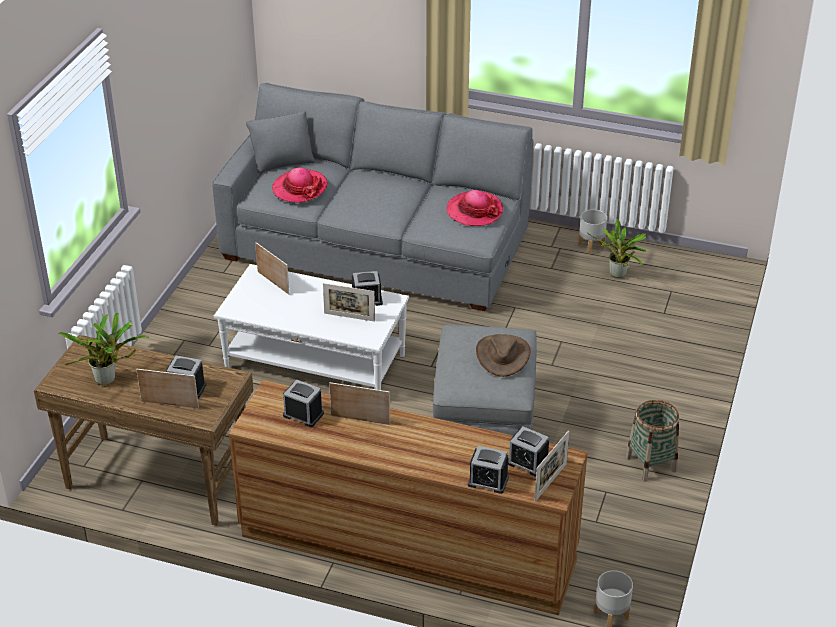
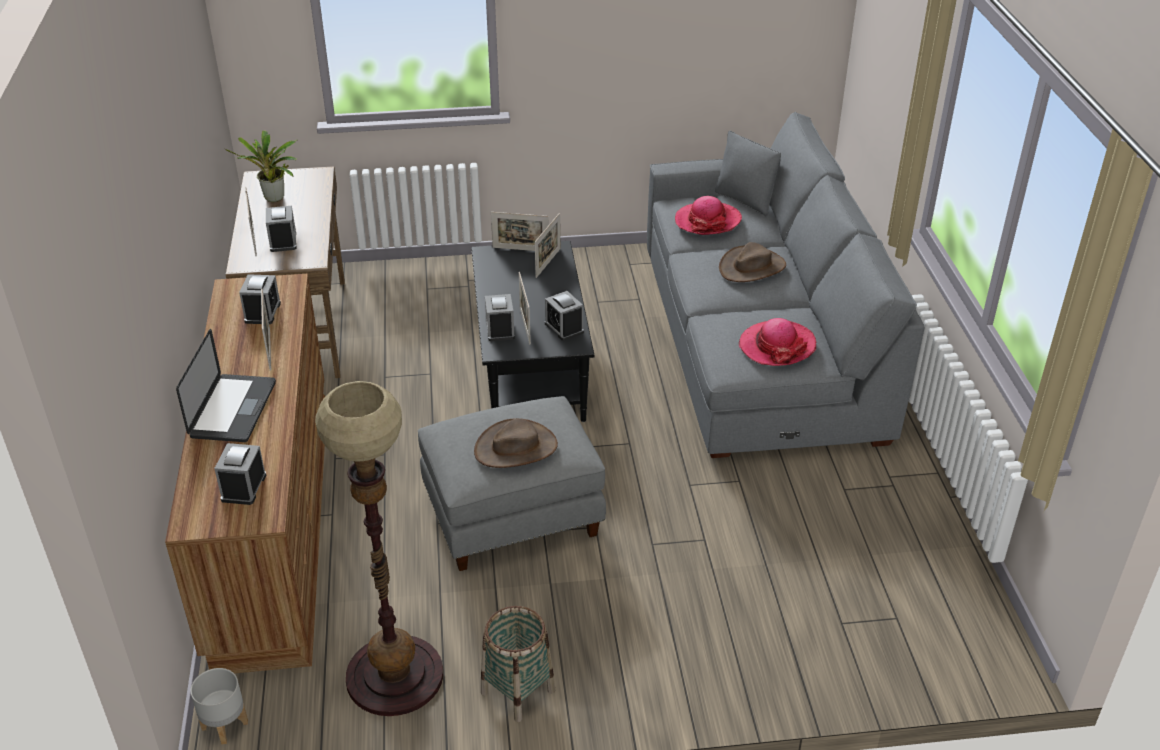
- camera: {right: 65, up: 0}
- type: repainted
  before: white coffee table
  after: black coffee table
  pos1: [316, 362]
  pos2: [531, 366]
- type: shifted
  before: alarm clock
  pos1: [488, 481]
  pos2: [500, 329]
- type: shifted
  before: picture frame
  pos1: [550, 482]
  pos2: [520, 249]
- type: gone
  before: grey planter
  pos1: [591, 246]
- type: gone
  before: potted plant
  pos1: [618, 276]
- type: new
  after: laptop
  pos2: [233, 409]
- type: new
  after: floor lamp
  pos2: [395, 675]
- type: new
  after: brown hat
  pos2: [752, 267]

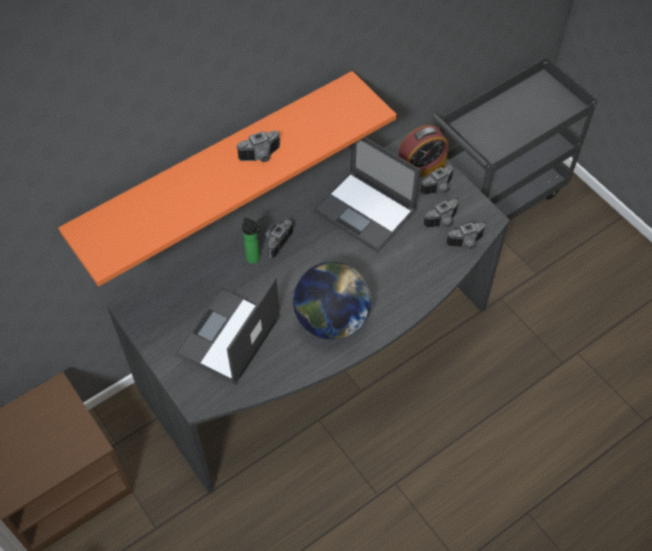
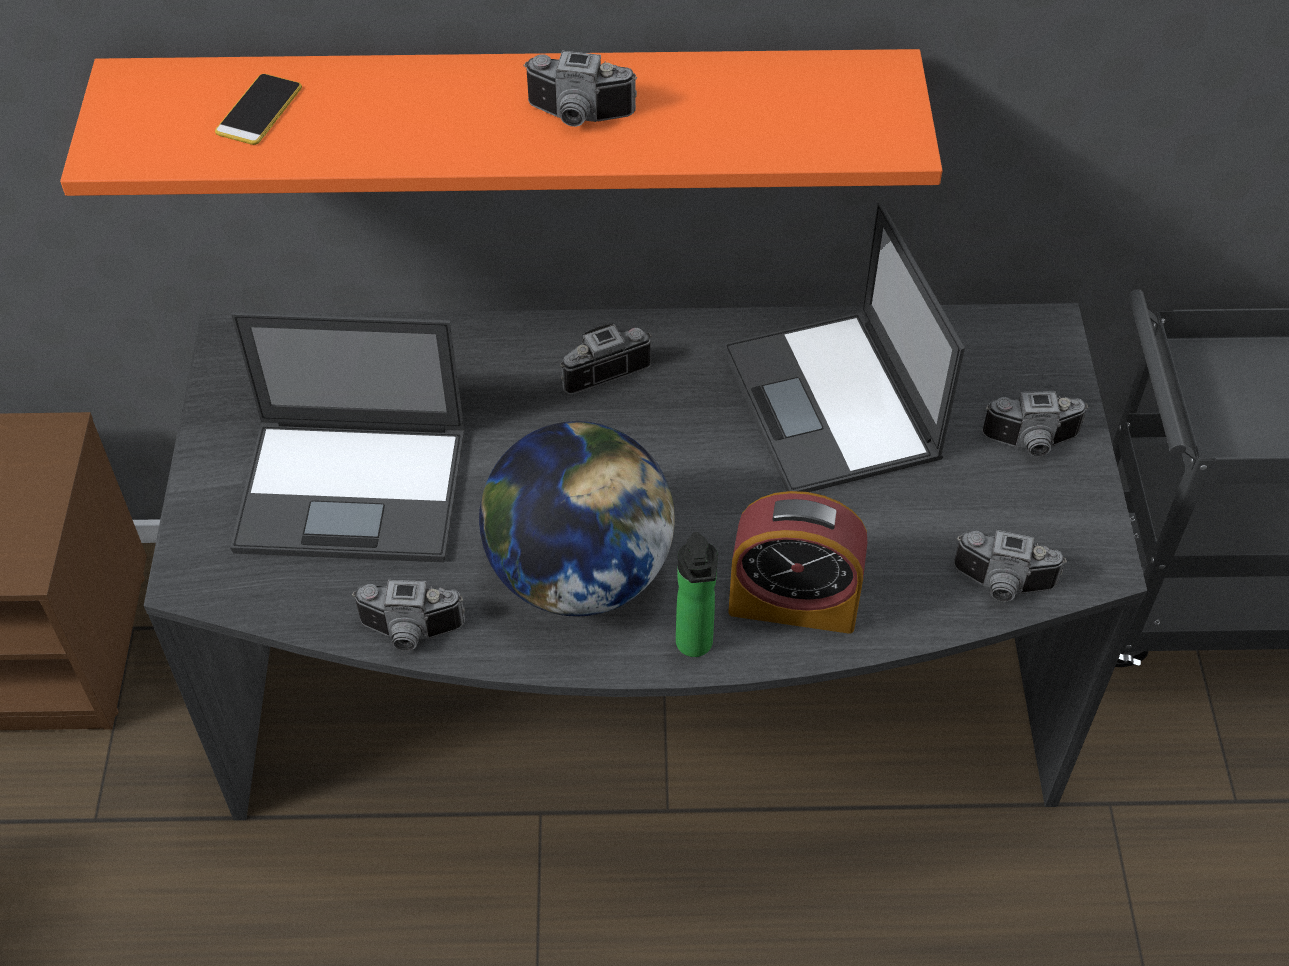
- camera: {right: 35, up: -5}
- type: rotated
  before: laptop
  pos1: [228, 337]
  pos2: [355, 489]
  turn: -150
- type: shifted
  before: bottle
  pos1: [254, 259]
  pos2: [695, 647]
- type: shifted
  before: alarm clock
  pos1: [421, 168]
  pos2: [793, 602]
- type: shifted
  before: photo camera
  pos1: [443, 222]
  pos2: [410, 634]
- type: new
  after: phone
  pos2: [259, 110]

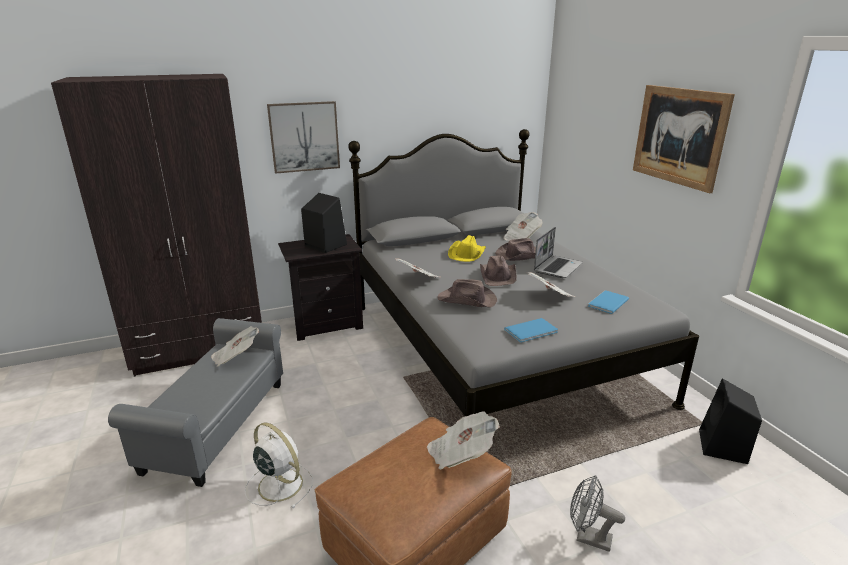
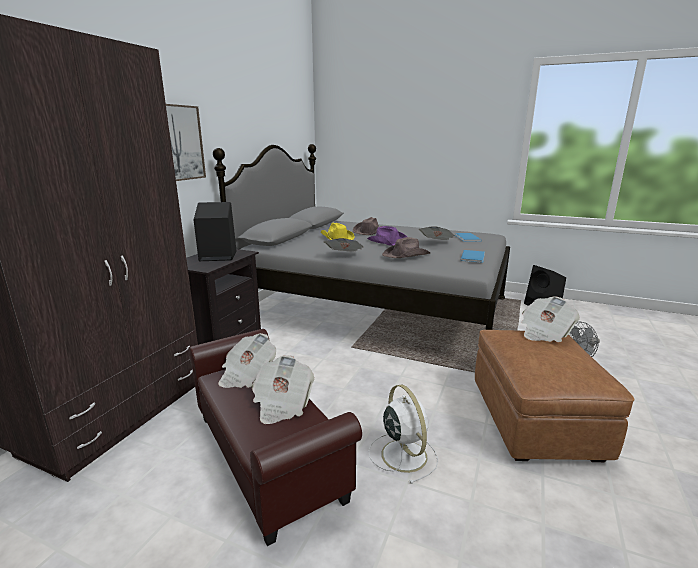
- camera: {right: -45, up: -5}
- type: repainted
  before: grey ottoman
  after: brown ottoman
  pos1: [217, 425]
  pos2: [267, 455]
- type: rotated
  before: white fan
  pos1: [279, 484]
  pos2: [403, 454]
  turn: 75
- type: repainted
  before: brown hat
  after: purple hat
  pos1: [498, 276]
  pos2: [387, 241]
- type: shifted
  before: newspaper
  pos1: [520, 237]
  pos2: [282, 404]
- type: gone
  before: laptop
  pos1: [557, 267]
- type: gone
  before: picture
  pos1: [679, 136]

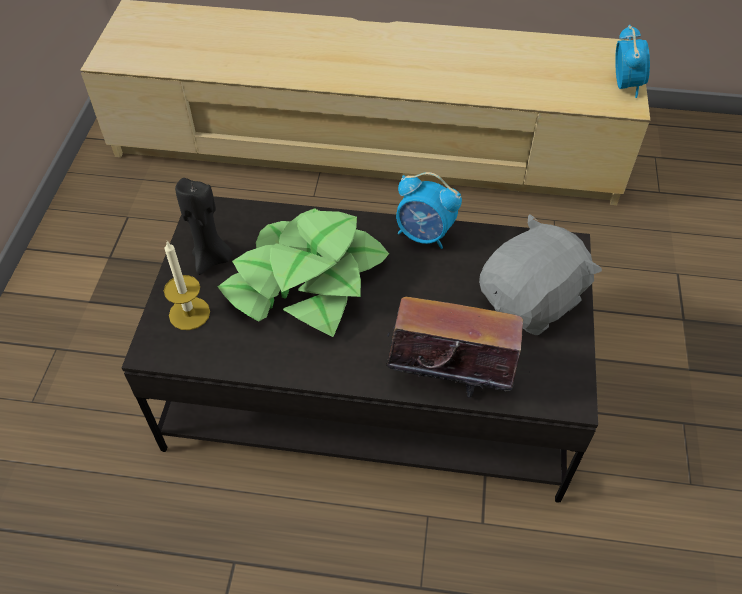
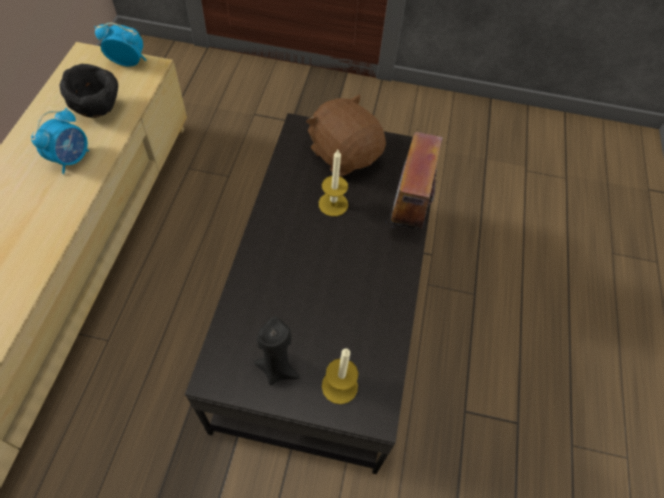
- camera: {right: -90, up: 5}
- type: gone
  before: potted plant
  pos1: [305, 282]
- type: shifted
  before: alarm clock
  pos1: [424, 235]
  pos2: [71, 159]
- type: repainted
  before: grey plush toy
  after: brown plush toy
  pos1: [532, 300]
  pos2: [344, 154]
- type: new
  after: black bowl
  pos2: [98, 109]
- type: new
  after: candle
  pos2: [333, 204]

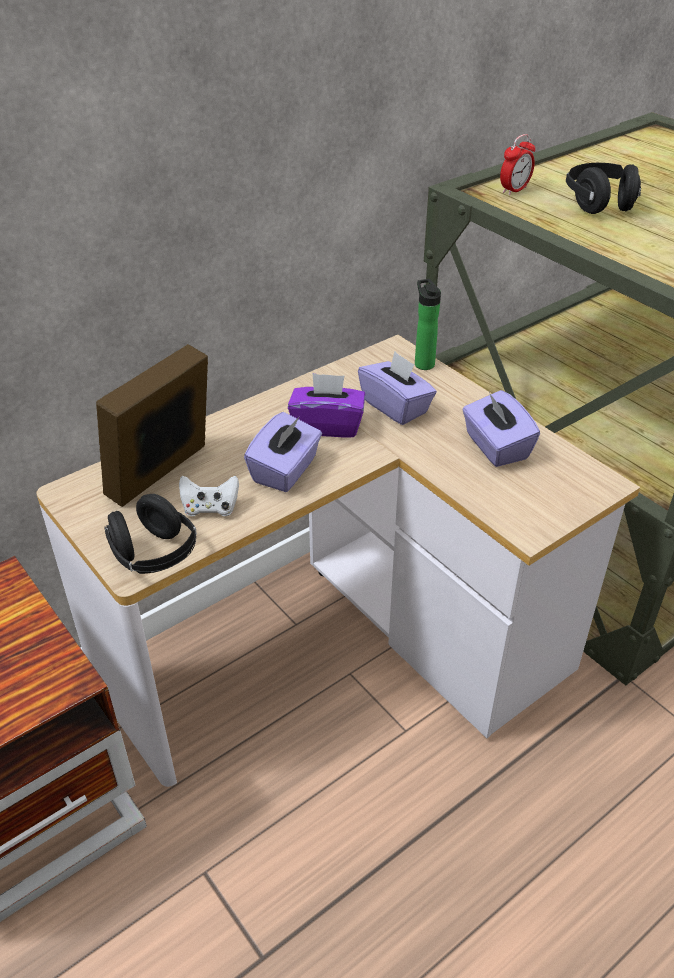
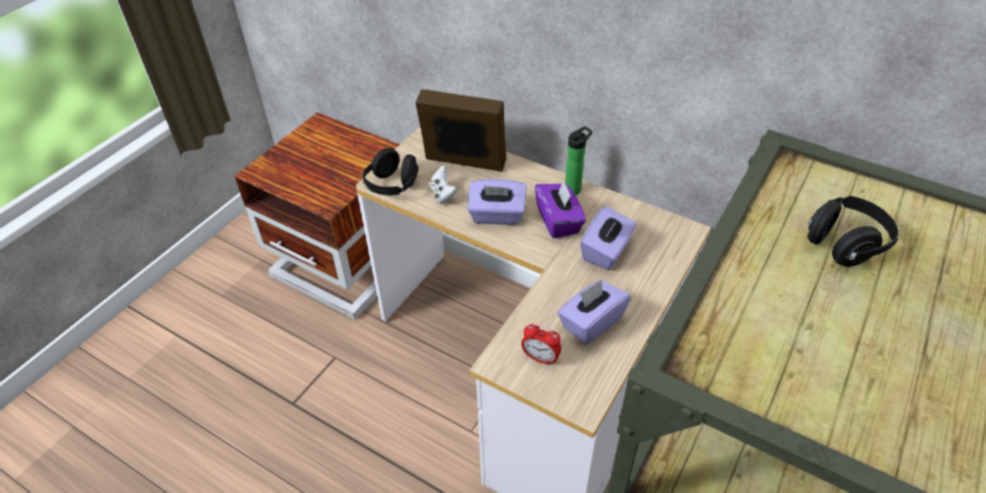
- camera: {right: 70, up: 5}
- type: shifted
  before: bottle
  pos1: [423, 363]
  pos2: [574, 189]
- type: shifted
  before: alarm clock
  pos1: [514, 190]
  pos2: [540, 358]

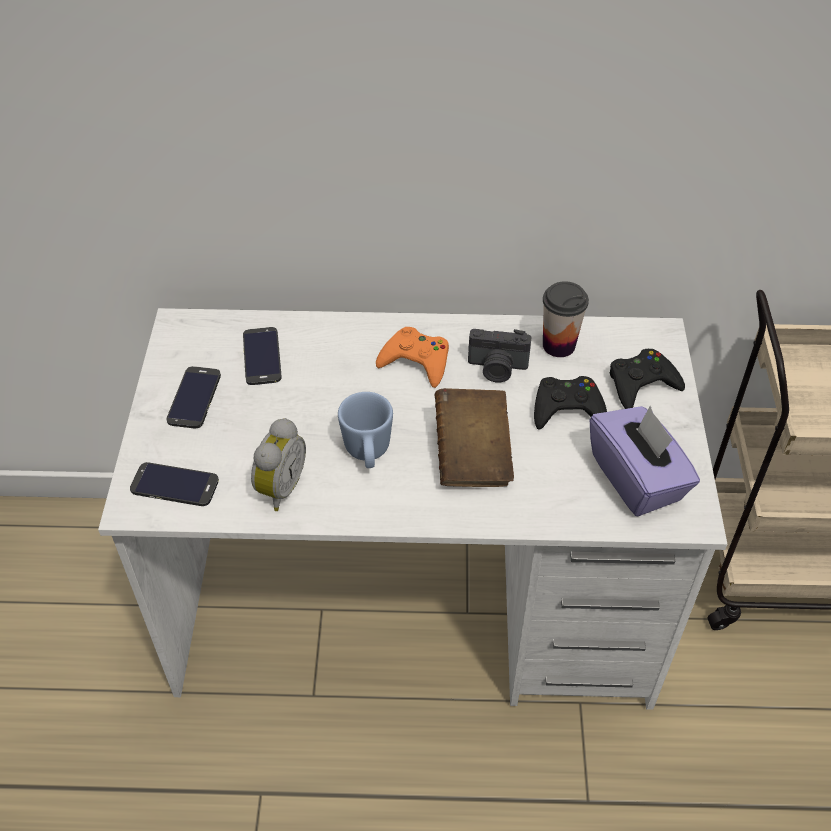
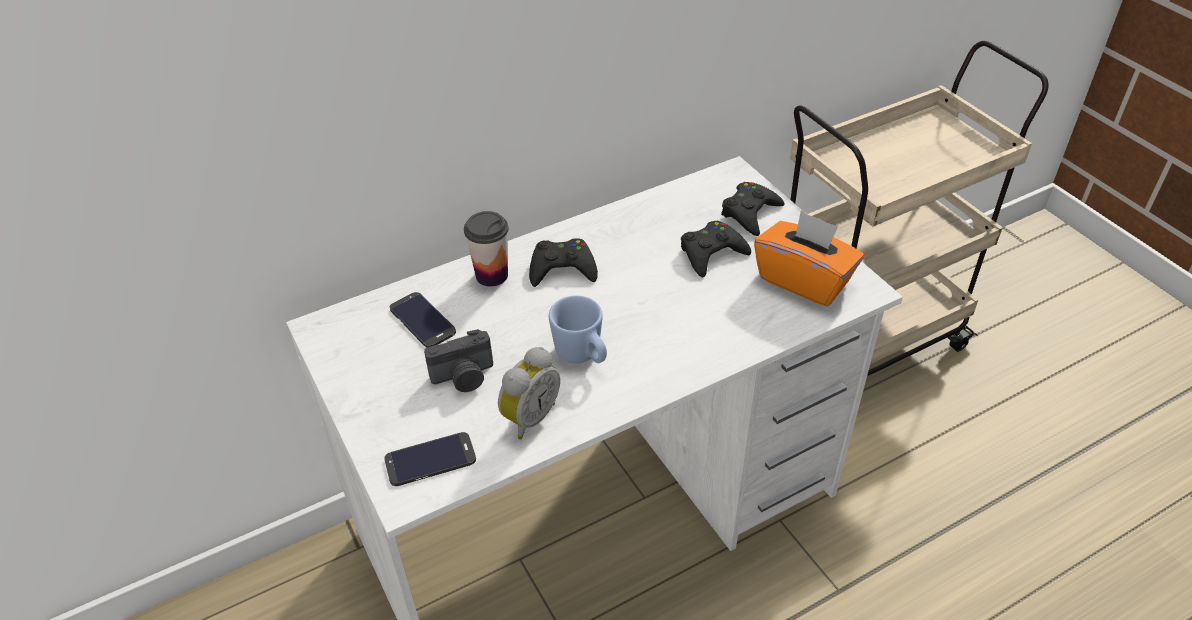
- camera: {right: -30, up: -5}
- type: gone
  before: phone
  pos1: [194, 397]
- type: rotated
  before: alarm clock
  pos1: [279, 487]
  pos2: [528, 417]
  turn: 45
- type: repainted
  before: orange game controller
  after: black game controller
  pos1: [416, 361]
  pos2: [562, 268]
- type: gone
  before: brown book
  pos1: [472, 455]
- type: shifted
  before: photo camera
  pos1: [497, 369]
  pos2: [464, 377]
- type: shifted
  before: cup
  pos1: [558, 345]
  pos2: [492, 275]
- type: repainted
  before: purple tissue box
  after: orange tissue box
  pos1: [637, 478]
  pos2: [804, 280]

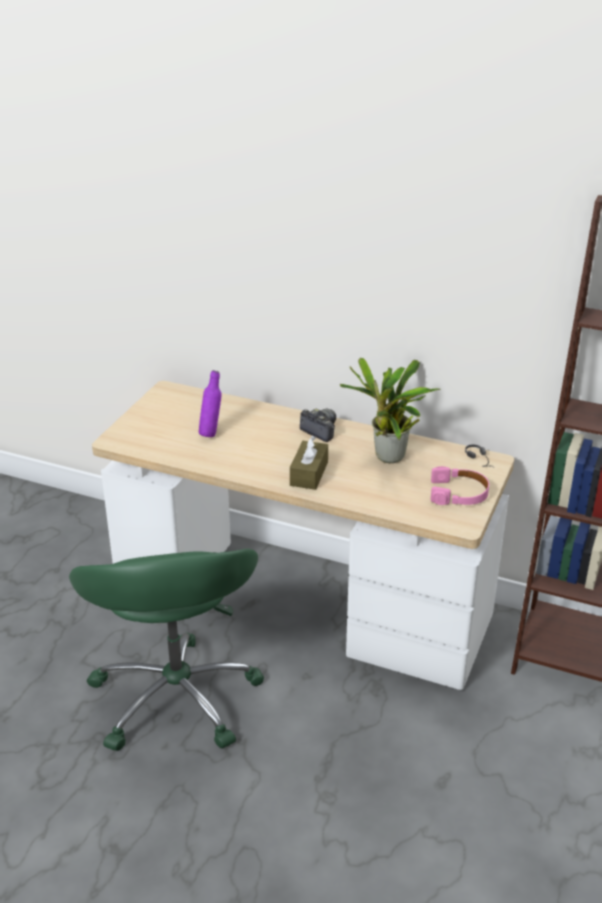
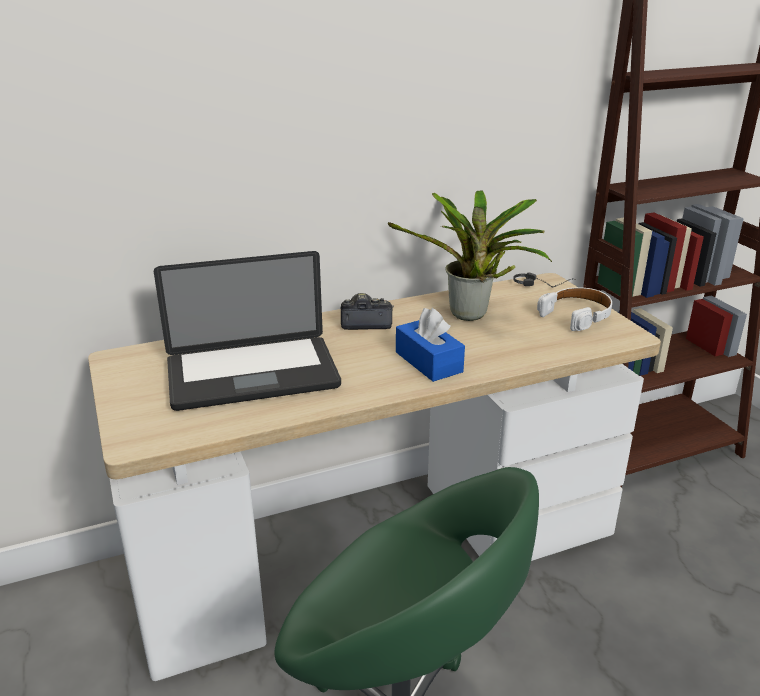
- camera: {right: -45, up: -5}
- type: swapped
  before: purple bottle
  after: laptop
  pos1: [211, 433]
  pos2: [252, 375]
- type: repainted
  before: brown tissue box
  after: blue tissue box
  pos1: [309, 473]
  pos2: [428, 362]
- type: repainted
  before: pink headphones
  after: white headphones
  pos1: [459, 494]
  pos2: [577, 315]

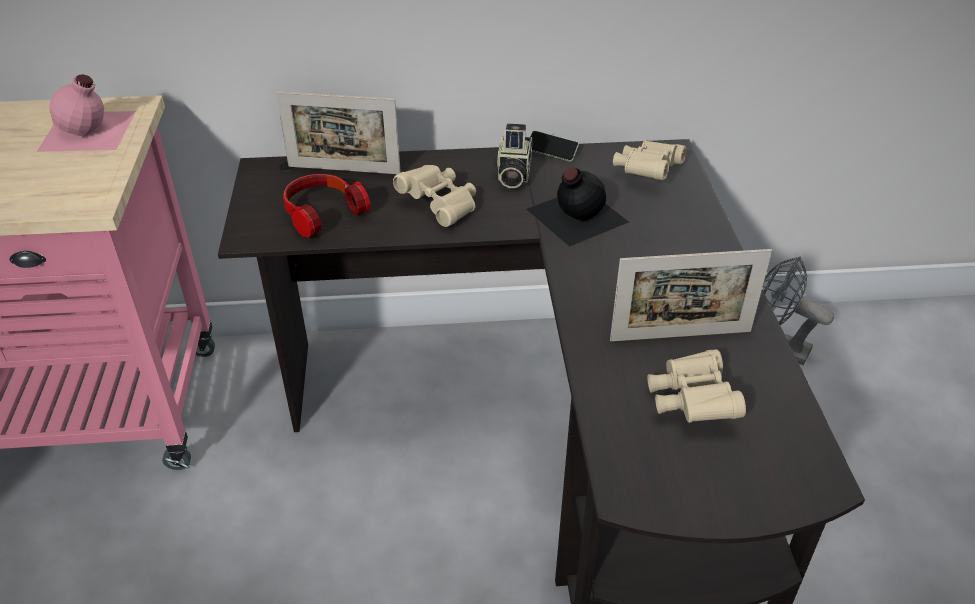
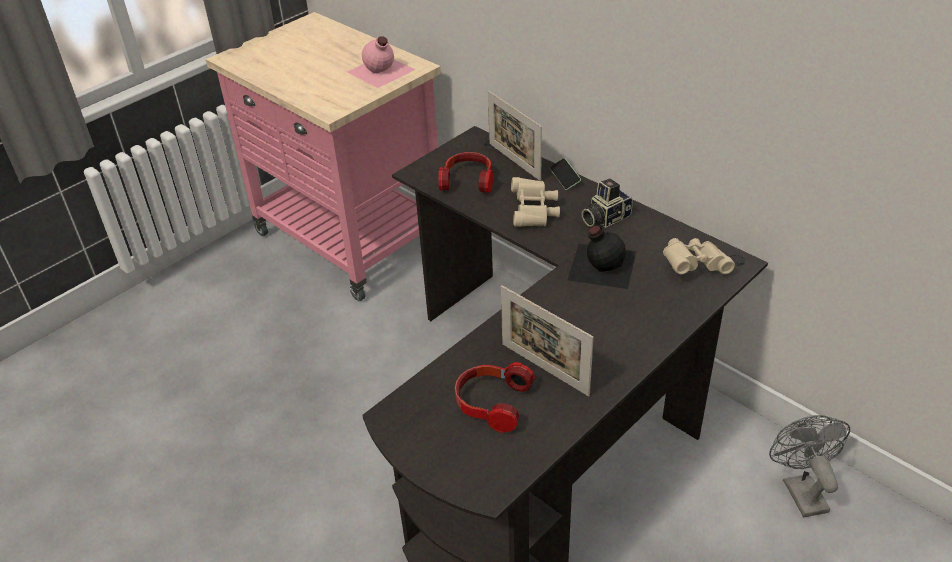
- camera: {right: 50, up: 0}
- type: shifted
  before: phone
  pos1: [551, 152]
  pos2: [565, 178]
- type: swapped
  before: beige binoculars
  after: headphones
  pos1: [691, 401]
  pos2: [491, 403]

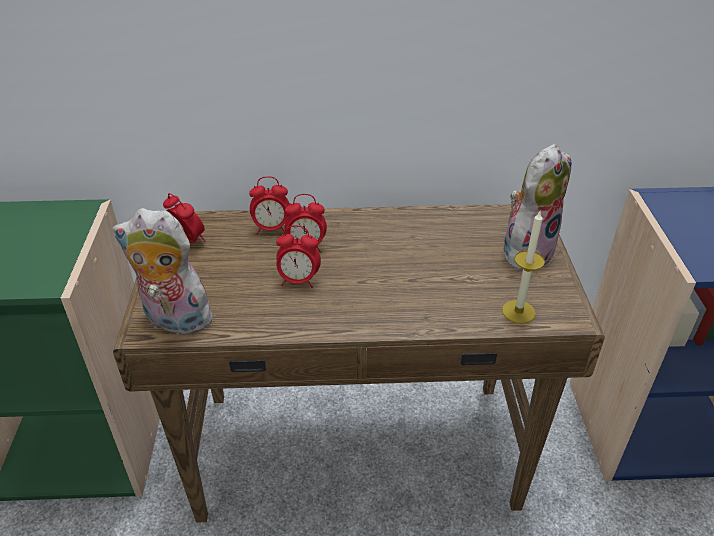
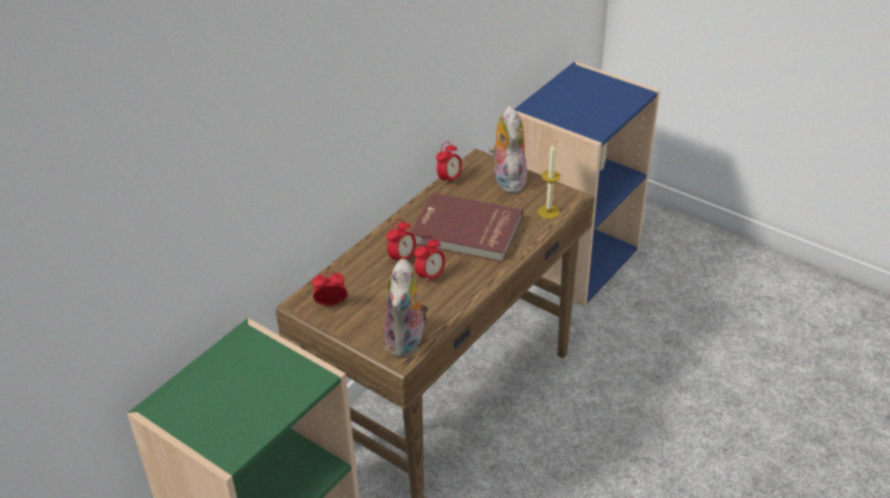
- camera: {right: -50, up: 0}
- type: rotated
  before: plush toy
  pos1: [174, 321]
  pos2: [407, 342]
  turn: -45
- type: shifted
  before: alarm clock
  pos1: [271, 229]
  pos2: [449, 179]
- type: new
  after: red book
  pos2: [466, 231]

